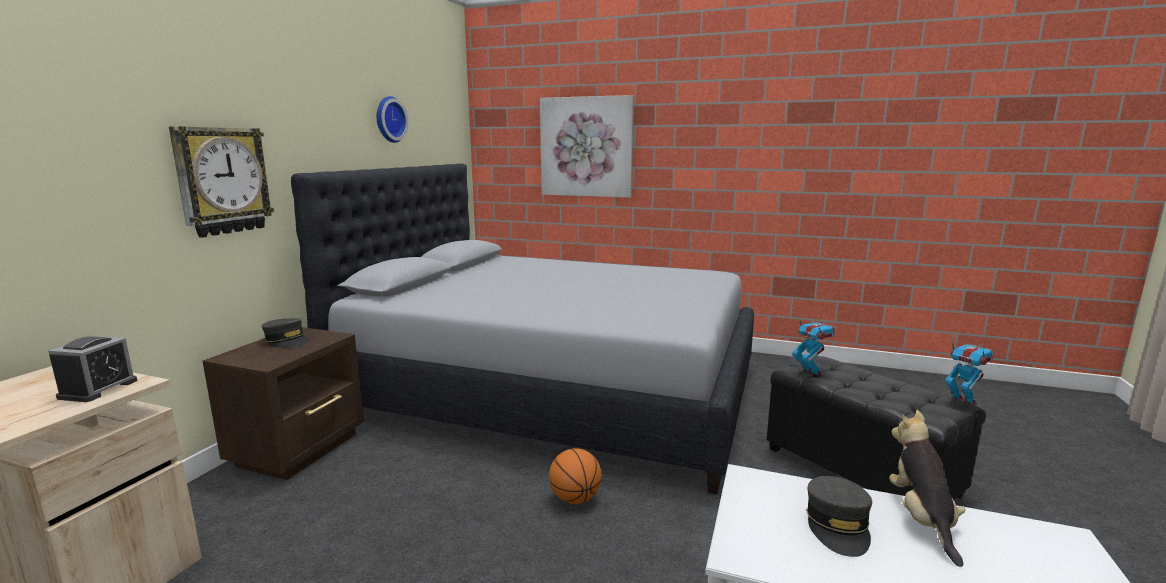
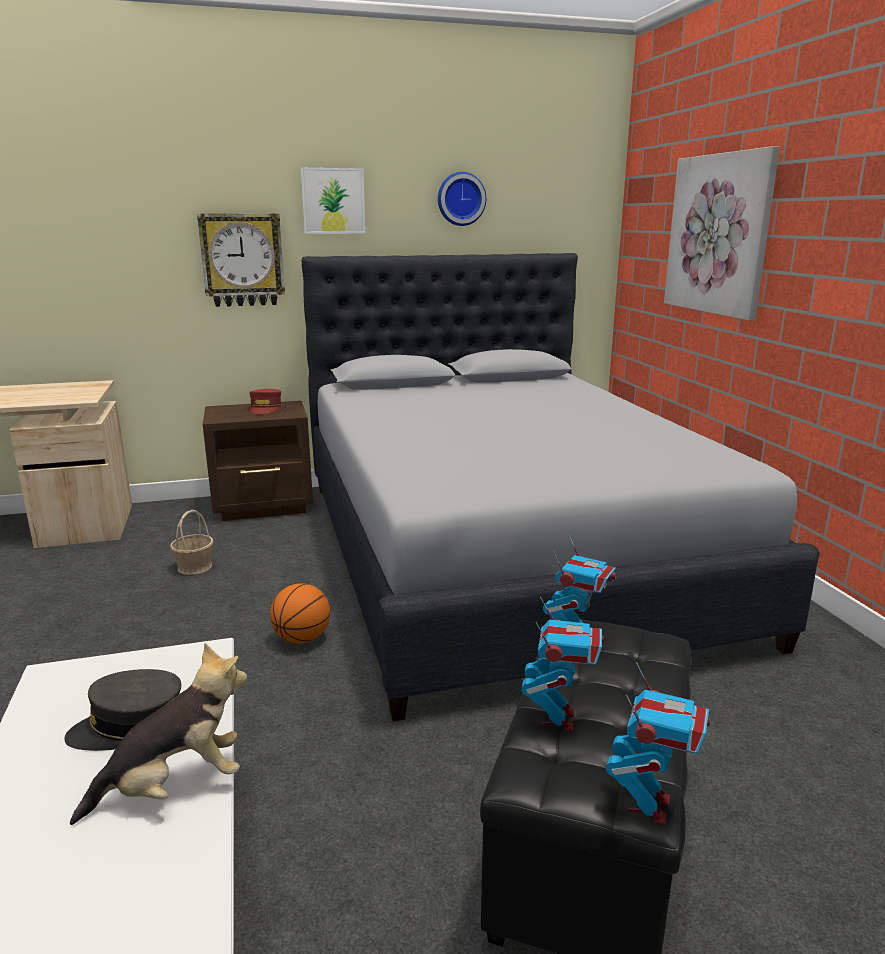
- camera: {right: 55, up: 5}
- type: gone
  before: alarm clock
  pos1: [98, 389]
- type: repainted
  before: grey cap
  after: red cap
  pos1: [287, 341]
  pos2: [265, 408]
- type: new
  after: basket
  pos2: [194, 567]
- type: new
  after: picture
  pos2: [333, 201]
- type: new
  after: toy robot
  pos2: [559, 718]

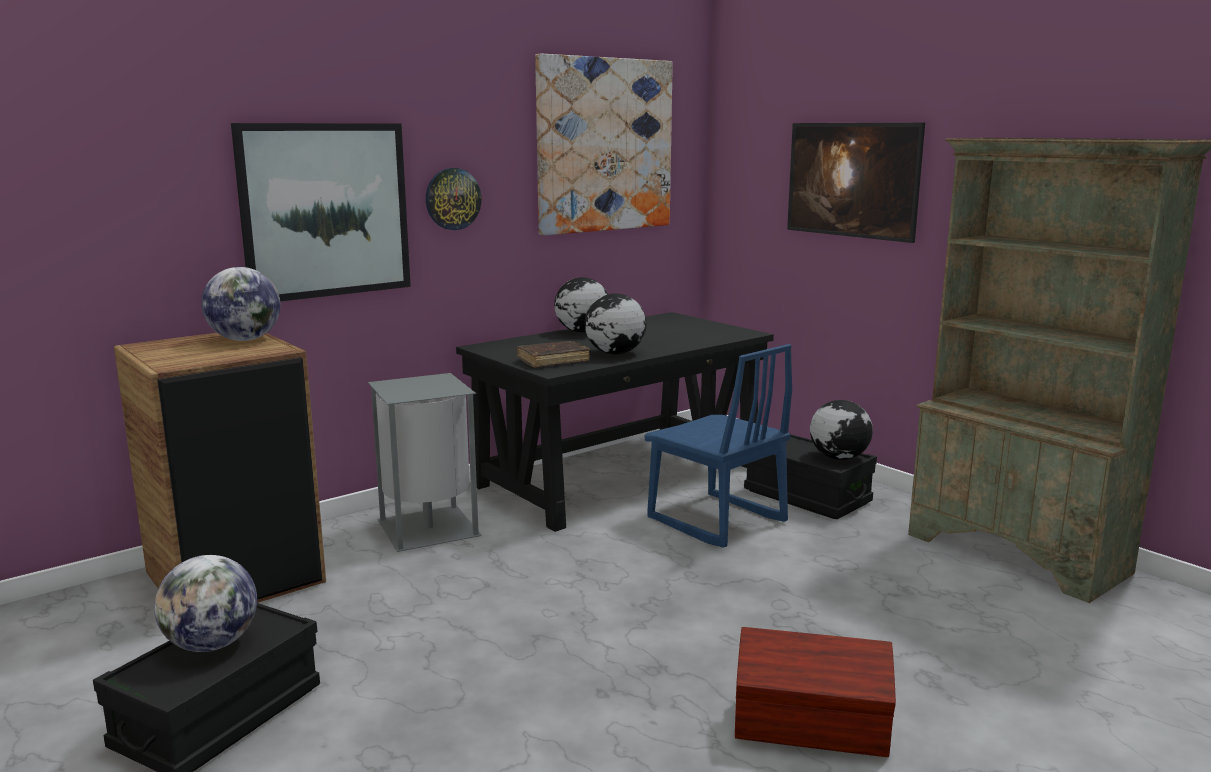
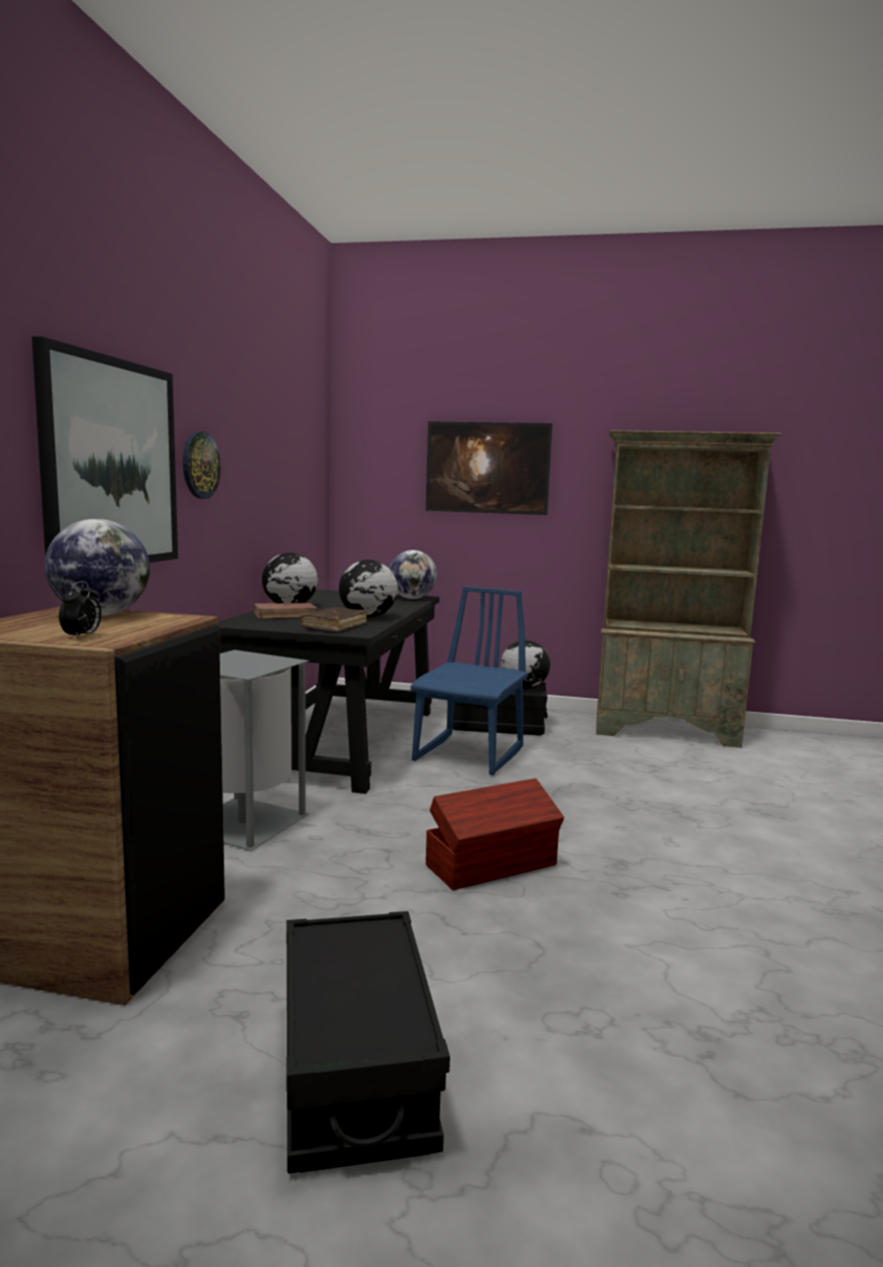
- camera: {right: -40, up: -5}
- type: shifted
  before: globe
  pos1: [212, 645]
  pos2: [412, 598]
- type: gone
  before: picture
  pos1: [605, 145]
- type: rotated
  before: blue chair
  pos1: [715, 521]
  pos2: [470, 755]
  turn: -75
- type: shifted
  before: brown storage box
  pos1: [811, 729]
  pos2: [493, 865]
- type: new
  after: alarm clock
  pos2: [82, 636]
- type: new
  after: brown book
  pos2: [285, 615]

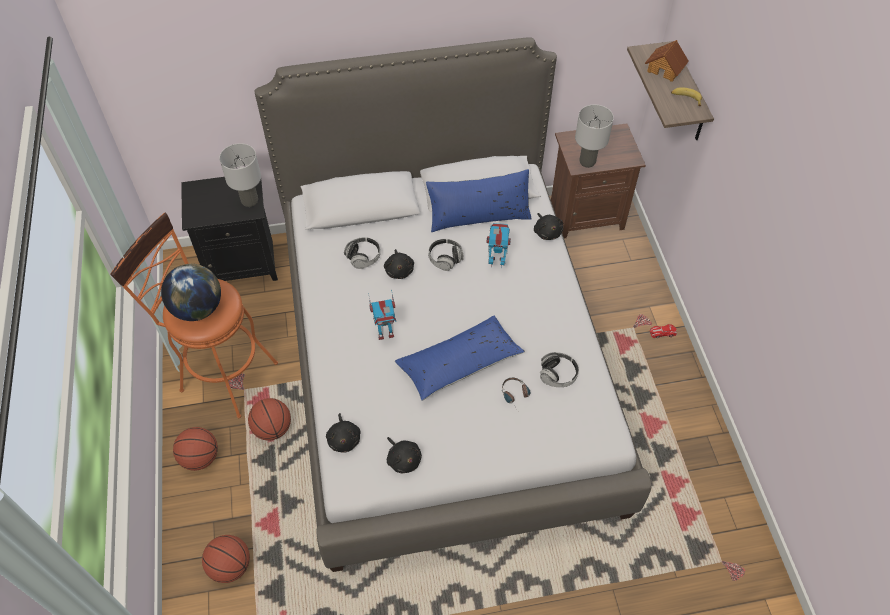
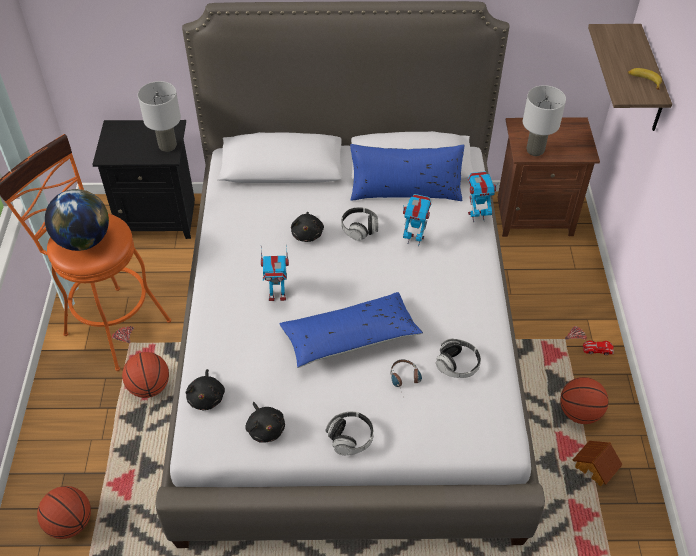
- camera: {right: 10, up: -5}
- type: shifted
  before: basketball
  pos1: [200, 457]
  pos2: [579, 412]
- type: shifted
  before: headphones
  pos1: [363, 257]
  pos2: [350, 438]
- type: swapped
  before: black plush toy
  after: toy robot
  pos1: [547, 232]
  pos2: [477, 216]
- type: shifted
  before: toy house
  pos1: [665, 69]
  pos2: [595, 467]

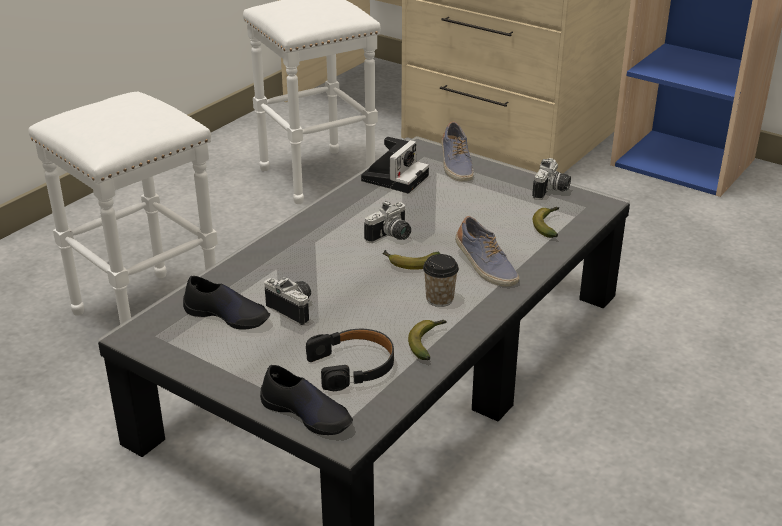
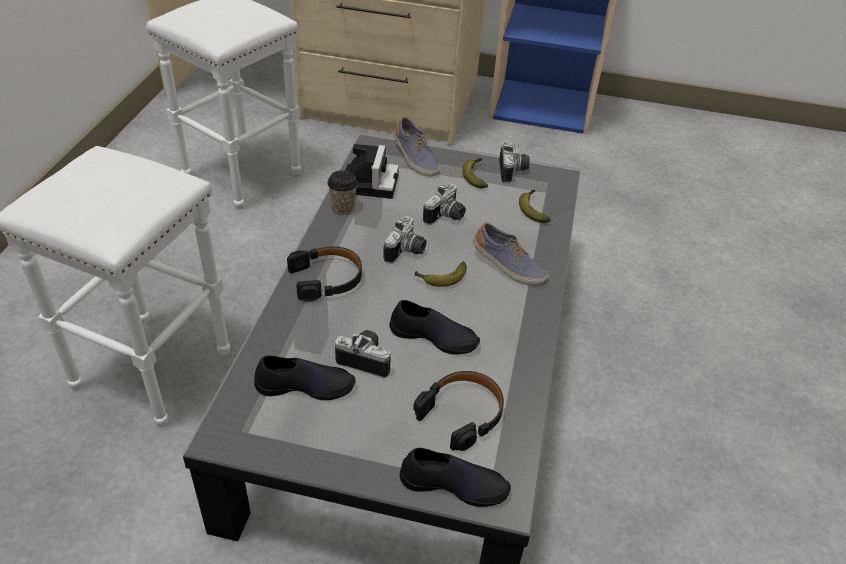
- camera: {right: -25, up: 10}
- type: shifted
  before: banana
  pos1: [427, 342]
  pos2: [475, 176]
- type: shifted
  before: cup
  pos1: [439, 299]
  pos2: [343, 208]
- type: new
  after: black headphones
  pos2: [327, 279]
- type: new
  after: black shoe
  pos2: [434, 336]
- type: new
  after: photo camera
  pos2: [446, 217]

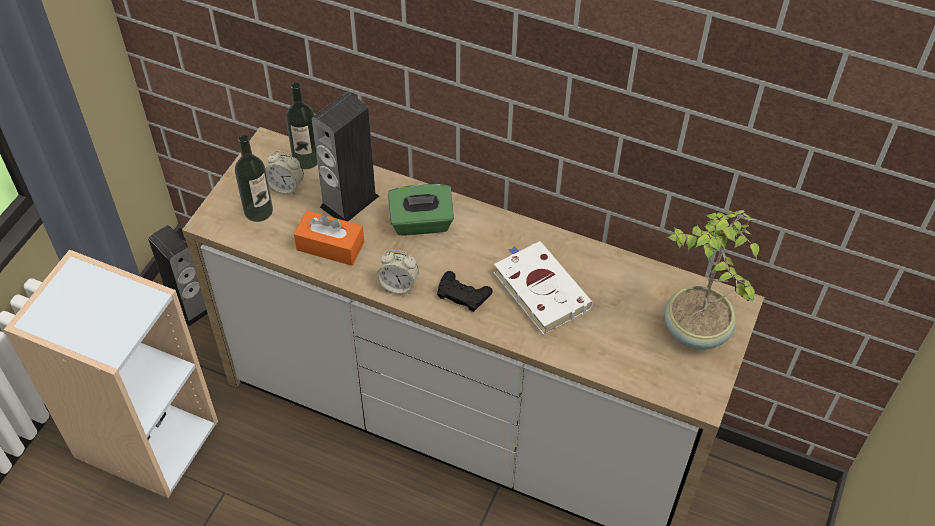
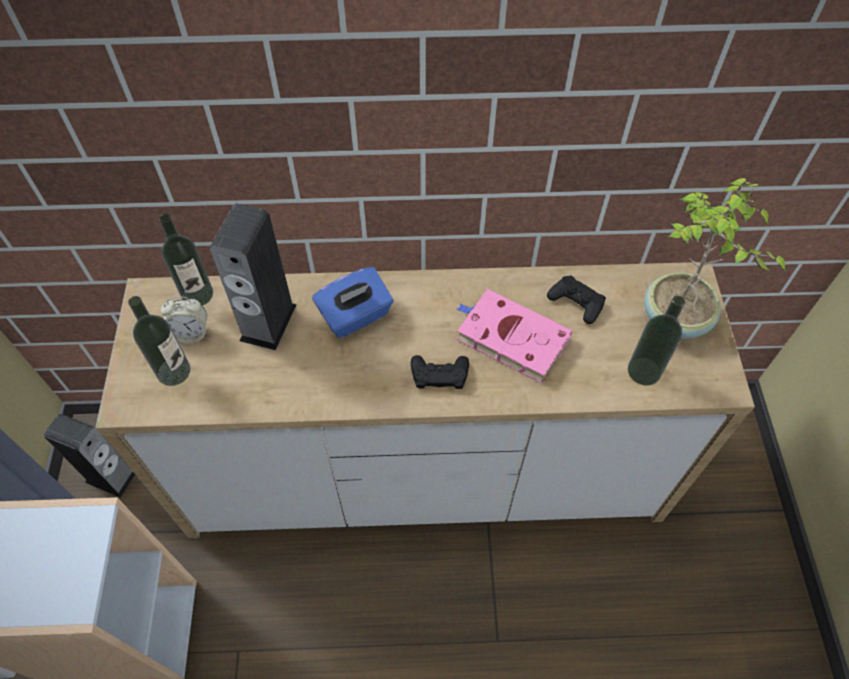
- camera: {right: -25, up: 5}
- type: gone
  before: orange tissue box
  pos1: [330, 246]
- type: gone
  before: alarm clock
  pos1: [398, 285]
- type: repainted
  before: green tissue box
  after: blue tissue box
  pos1: [421, 223]
  pos2: [355, 316]
- type: repainted
  before: white book
  after: pink book
  pos1: [539, 289]
  pos2: [510, 338]
- type: new
  after: black game controller
  pos2: [576, 302]
- type: new
  after: bottle
  pos2: [644, 371]

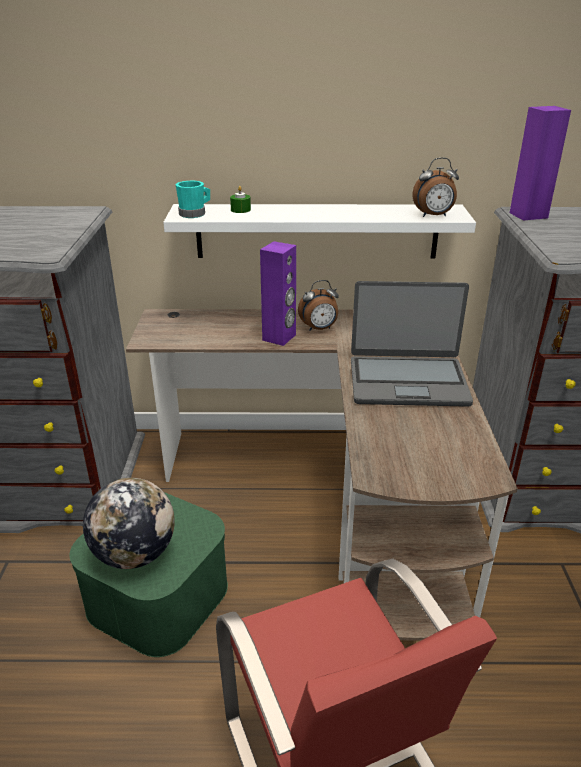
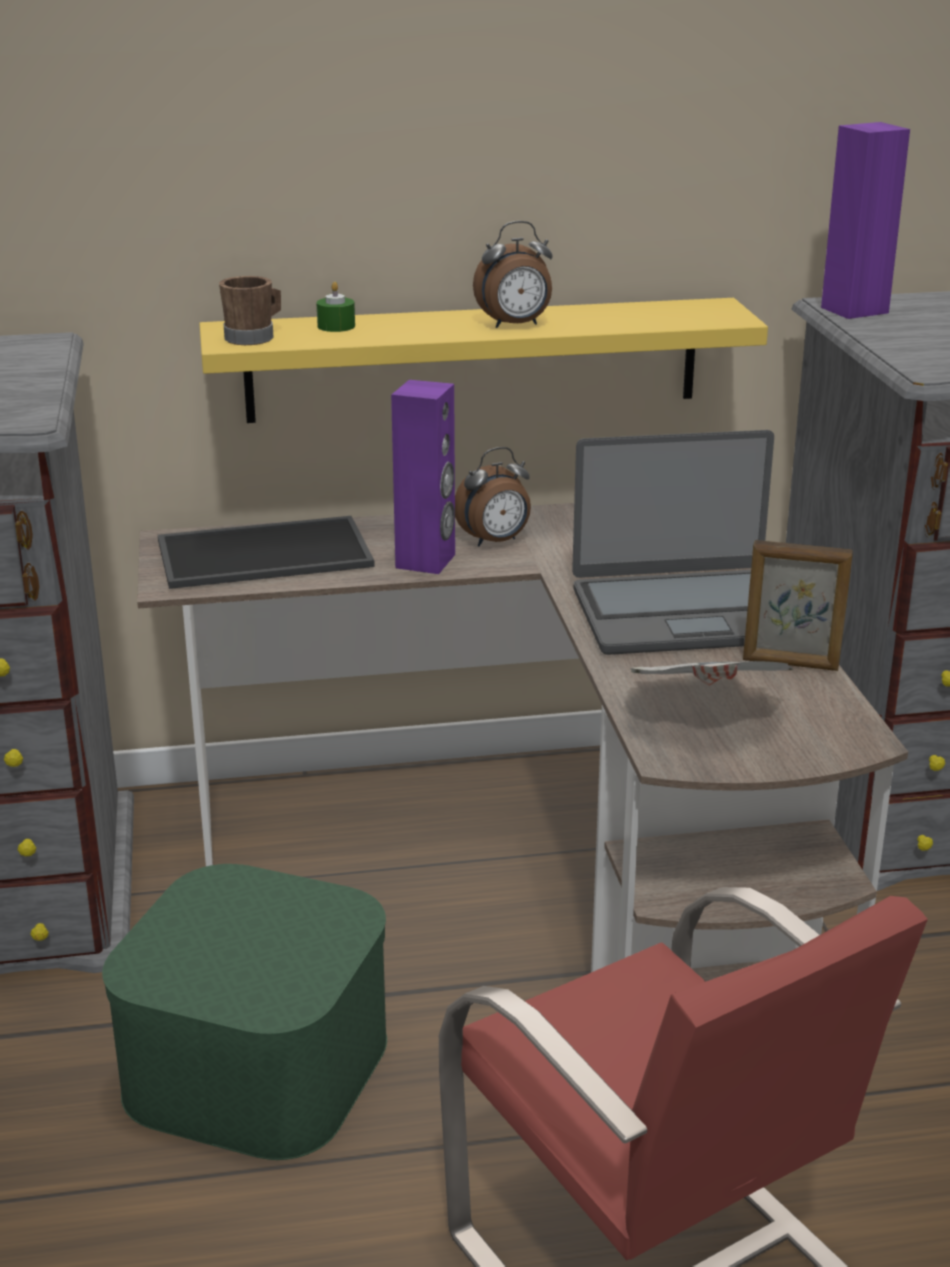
- camera: {right: -10, up: -5}
- type: gone
  before: globe
  pos1: [135, 554]
- type: repainted
  before: white shelf
  after: yellow shelf
  pos1: [317, 231]
  pos2: [473, 360]
- type: repainted
  before: turquoise mug
  after: brown mug
  pos1: [195, 213]
  pos2: [254, 337]
- type: shifted
  before: alarm clock
  pos1: [433, 216]
  pos2: [515, 325]
- type: new
  after: tray
  pos2: [266, 552]
- type: new
  after: newspaper
  pos2: [706, 709]
- type: new
  after: picture frame
  pos2: [790, 664]

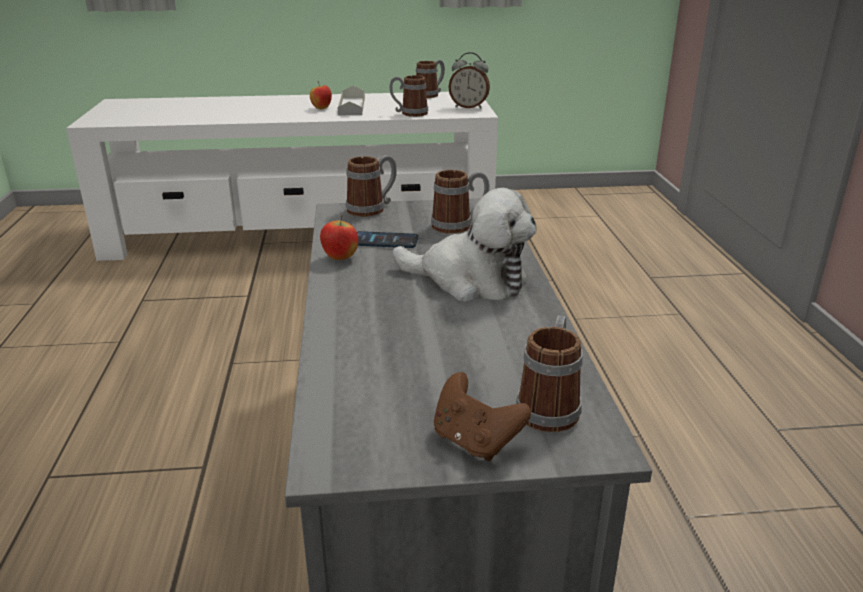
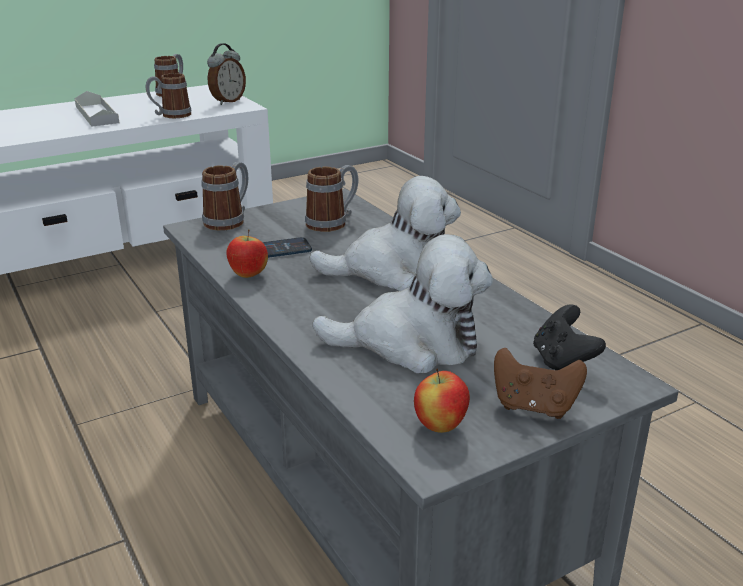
- camera: {right: -25, up: 0}
- type: shifted
  before: apple
  pos1: [321, 108]
  pos2: [440, 426]
- type: rotated
  before: alarm clock
  pos1: [469, 107]
  pos2: [227, 101]
  turn: -45
- type: swapped
  before: mug
  after: black game controller
  pos1: [550, 405]
  pos2: [562, 362]
- type: new
  after: plush toy
  pos2: [411, 344]

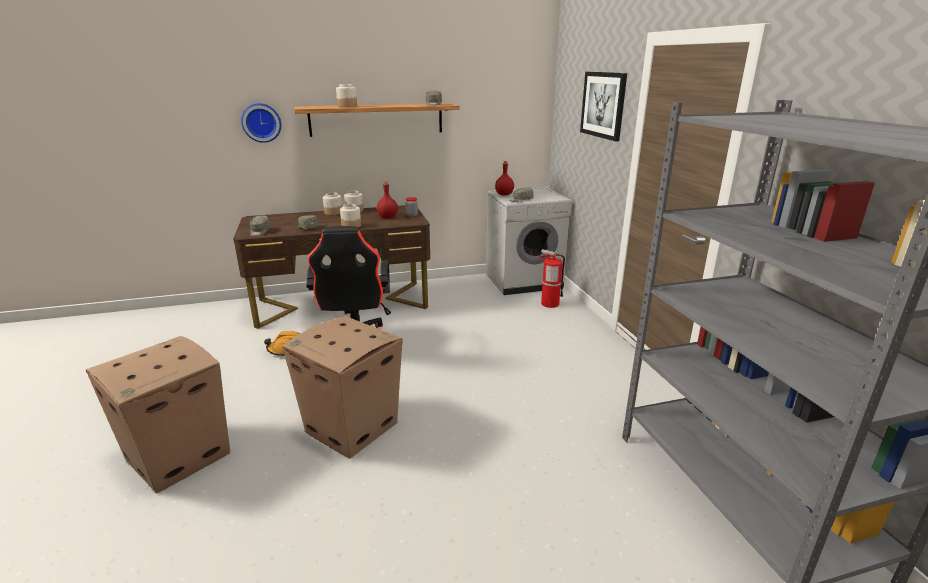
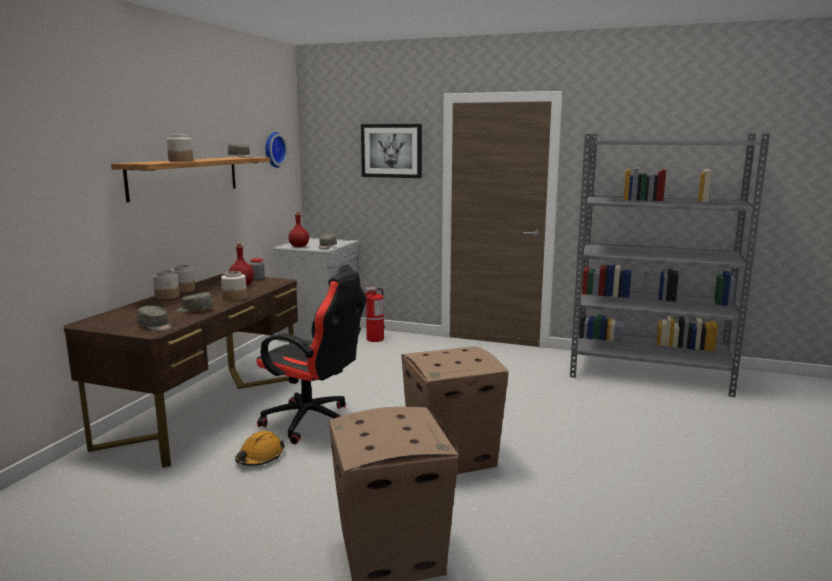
- camera: {right: -55, up: -10}
- type: shifted
  before: wall clock
  pos1: [261, 122]
  pos2: [273, 149]

